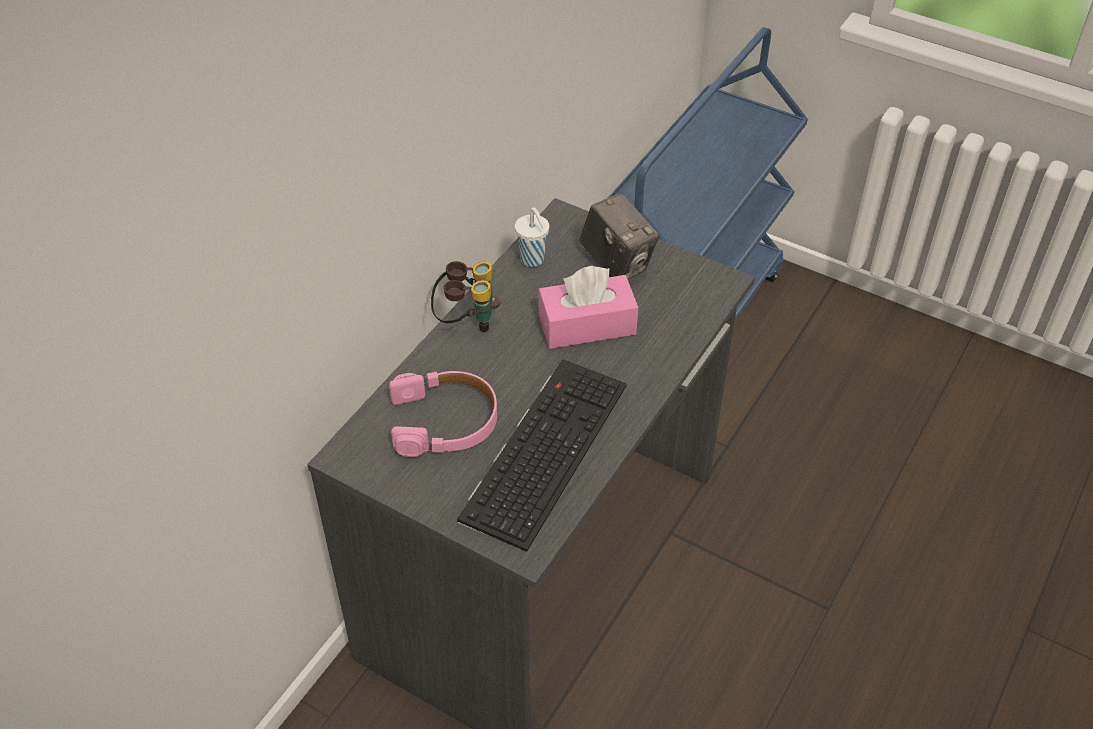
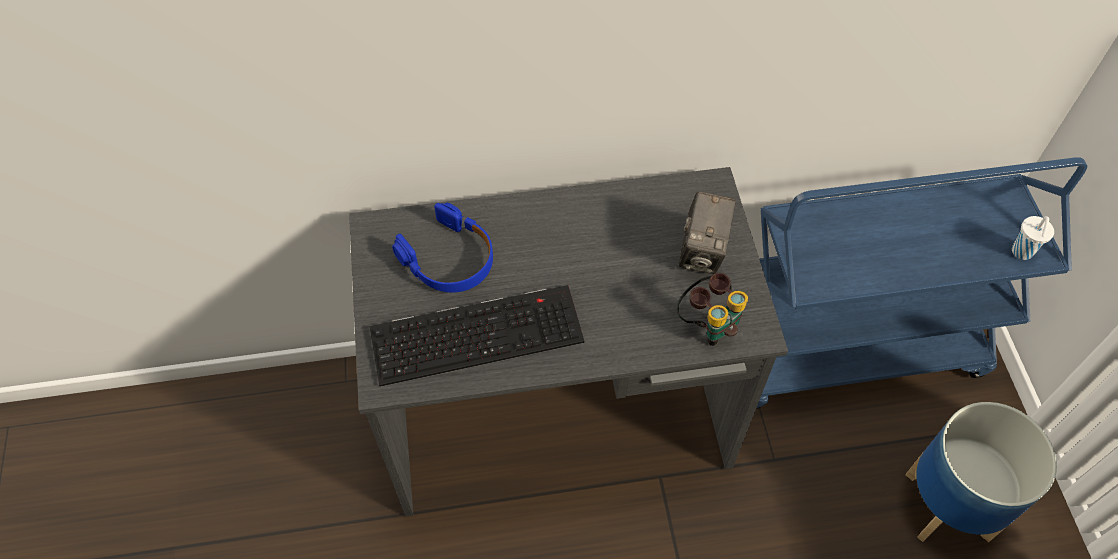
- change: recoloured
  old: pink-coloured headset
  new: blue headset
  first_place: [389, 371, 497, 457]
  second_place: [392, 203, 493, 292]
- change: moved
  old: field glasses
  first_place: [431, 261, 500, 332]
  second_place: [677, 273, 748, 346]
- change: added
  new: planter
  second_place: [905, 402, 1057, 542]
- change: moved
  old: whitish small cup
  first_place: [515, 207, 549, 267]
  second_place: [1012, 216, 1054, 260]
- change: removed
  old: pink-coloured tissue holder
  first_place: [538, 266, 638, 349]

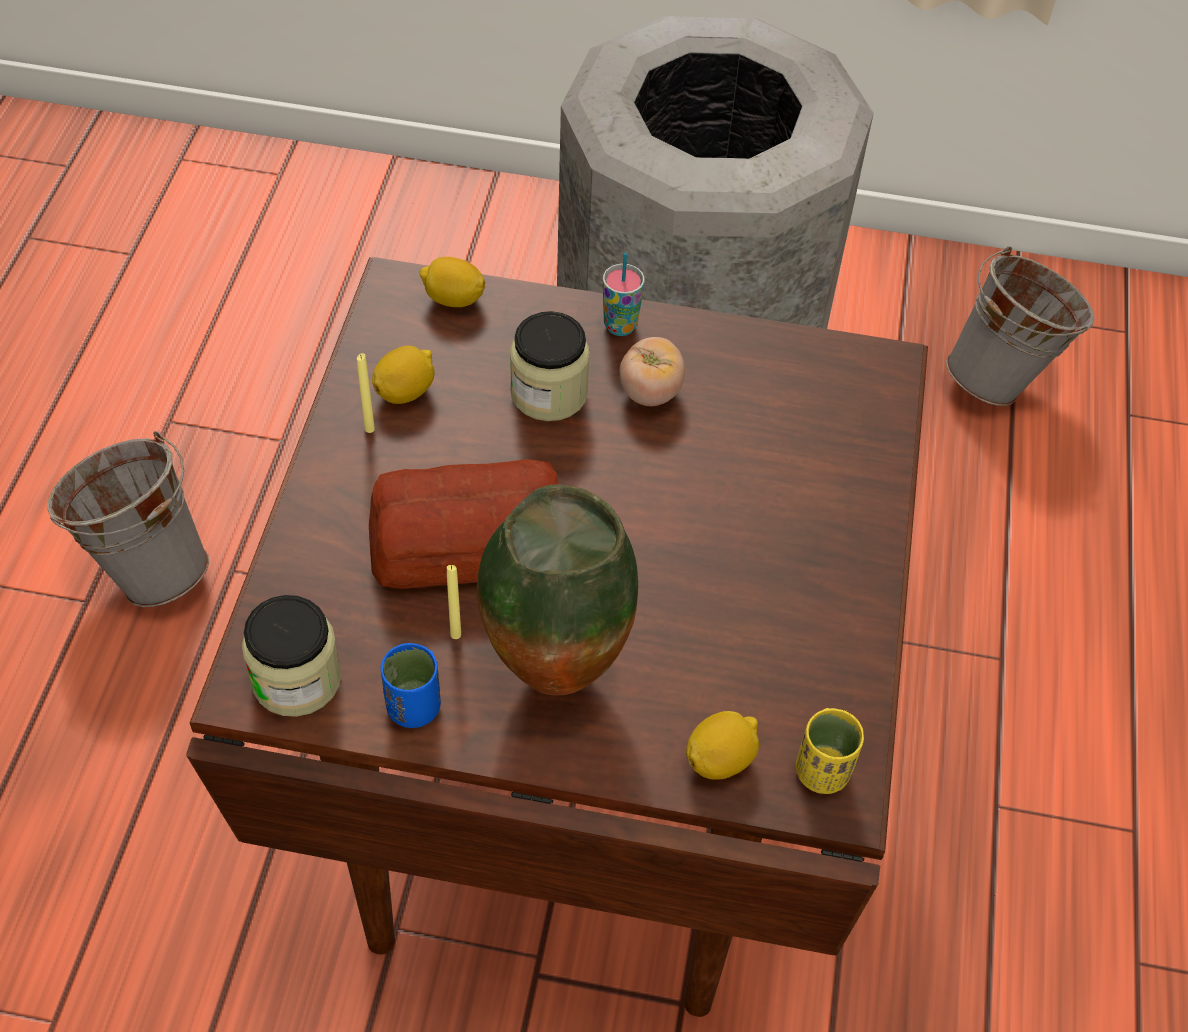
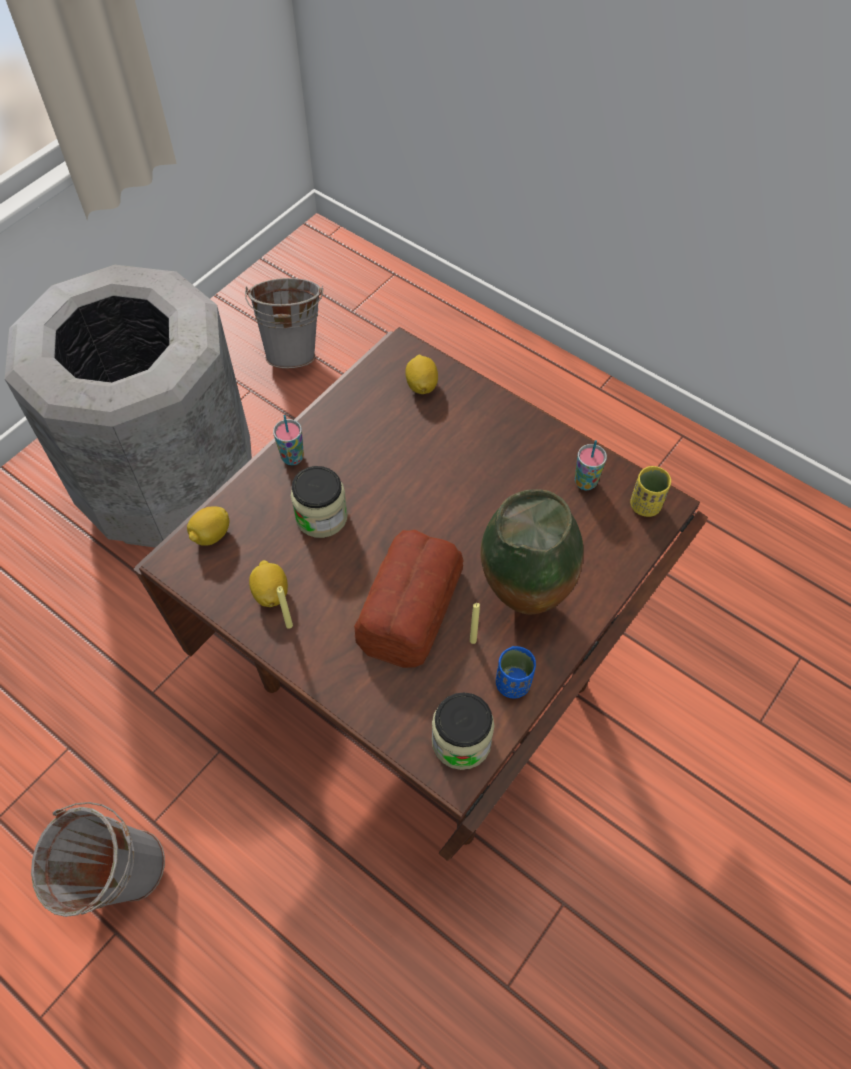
- change: moved
  old: citrus fruit
  first_place: [686, 711, 759, 780]
  second_place: [405, 355, 438, 394]
- change: added
  new: small cup
  second_place: [575, 440, 607, 490]
- change: removed
  old: tomato
  first_place: [619, 337, 685, 406]

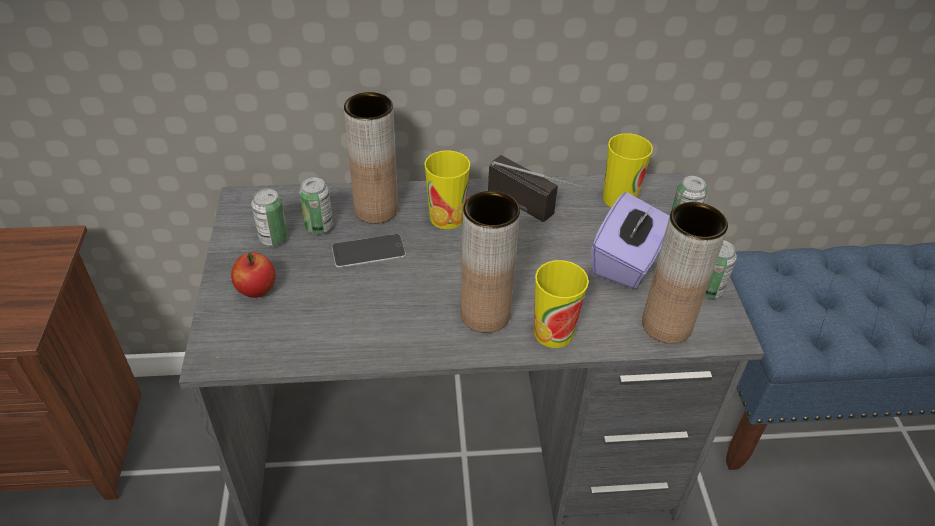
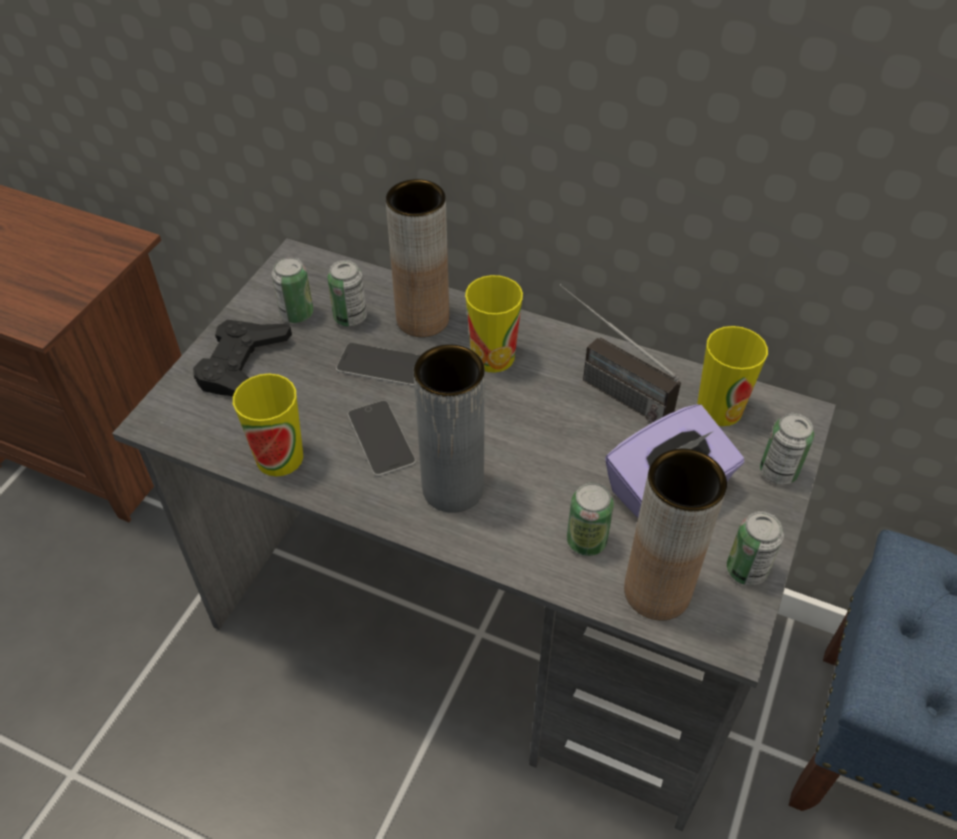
- change: replaced
  old: apple fruit
  new: black game controller
  first_place: [231, 252, 276, 298]
  second_place: [193, 320, 292, 397]
- change: moved
  old: small cup
  first_place: [534, 260, 589, 348]
  second_place: [233, 373, 303, 477]
- change: added
  new: telephone
  second_place: [348, 400, 416, 476]
- change: recoloured
  old: brownish vase
  new: grey vase
  first_place: [461, 191, 520, 333]
  second_place: [413, 345, 485, 513]
- change: turned
  old: radio set
  first_place: [488, 155, 586, 222]
  second_place: [559, 284, 681, 422]
  degrees: 150
- change: added
  new: metal can
  second_place: [567, 482, 614, 556]

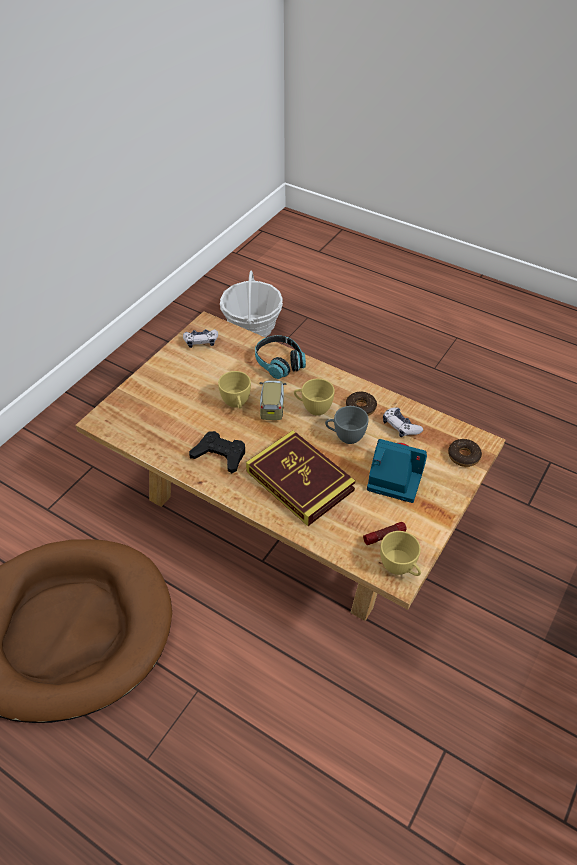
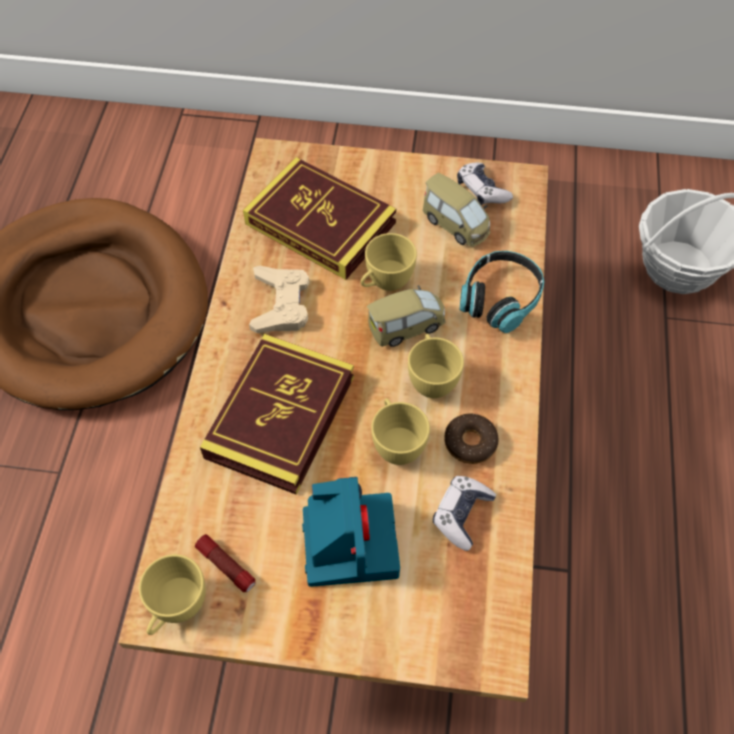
- change: added
  new: volume
  second_place: [243, 157, 396, 280]
- change: recoloured
  old: black game controller
  new: beige-coloured game controller
  first_place: [189, 431, 245, 473]
  second_place: [249, 265, 309, 333]
- change: recoloured
  old: grey small cup
  new: yellow small cup
  first_place: [325, 406, 369, 444]
  second_place: [371, 398, 430, 465]
- change: added
  new: model car
  second_place: [423, 173, 490, 247]
- change: removed
  old: doughnut
  first_place: [448, 439, 482, 467]

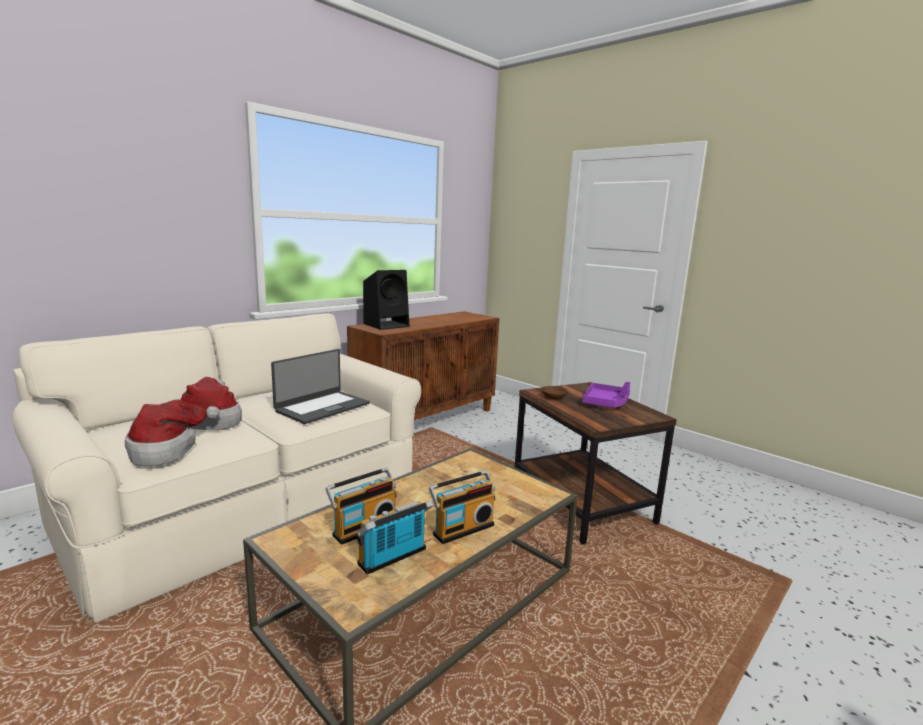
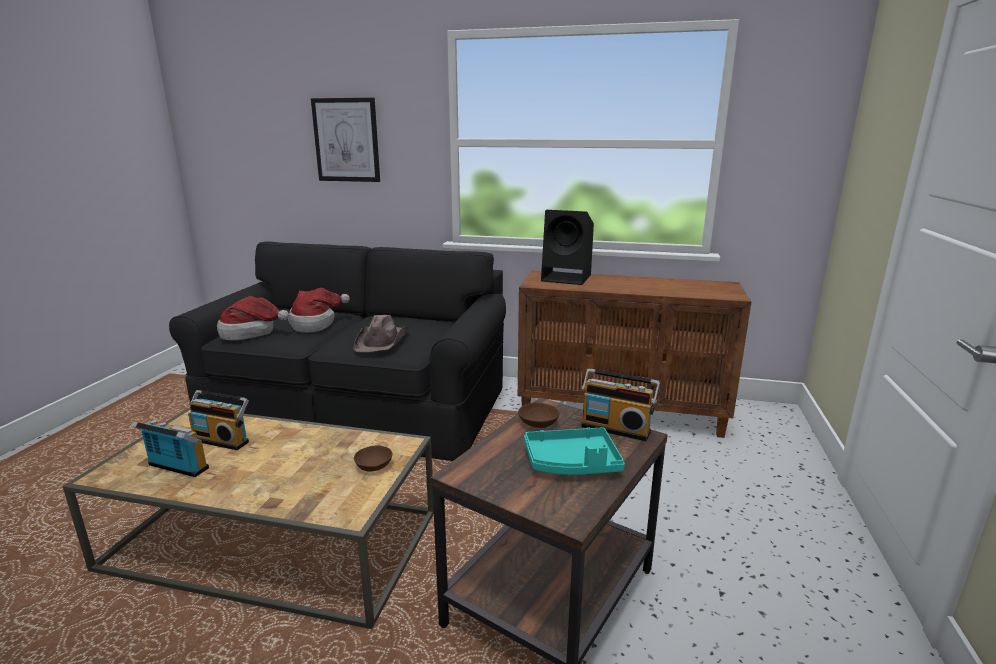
- change: recoloured
  old: beige-coloured settee
  new: black settee
  first_place: [13, 314, 421, 623]
  second_place: [169, 242, 506, 461]
- change: added
  new: wall picture
  second_place: [311, 98, 380, 182]
- change: replaced
  old: portable computer
  new: brownish wearable hat
  first_place: [271, 349, 370, 424]
  second_place: [353, 315, 409, 352]
- change: added
  new: brownish serving bowl
  second_place: [354, 446, 392, 471]
- change: recoloured
  old: purplish carrying tray
  new: blue-green carrying tray
  first_place: [582, 382, 630, 408]
  second_place: [524, 427, 625, 475]
- change: moved
  old: radio set
  first_place: [429, 470, 495, 544]
  second_place: [581, 368, 660, 441]

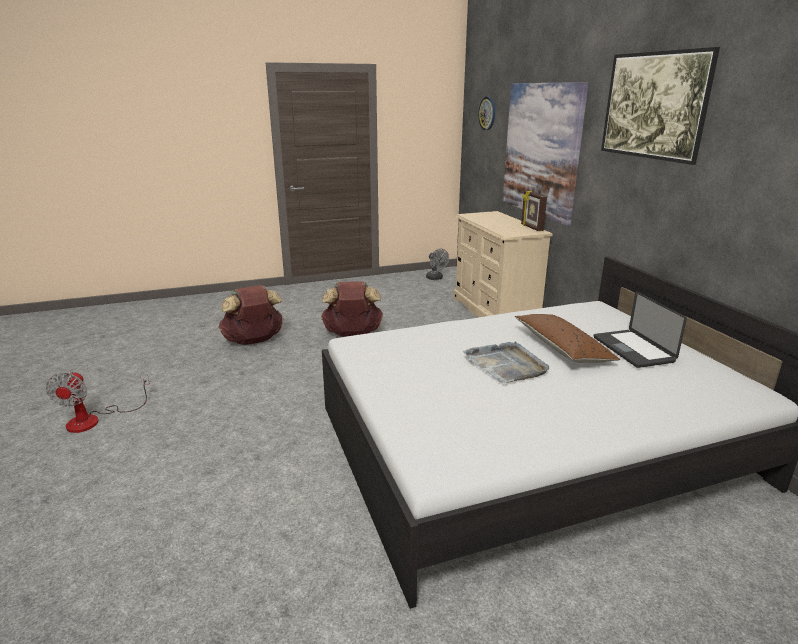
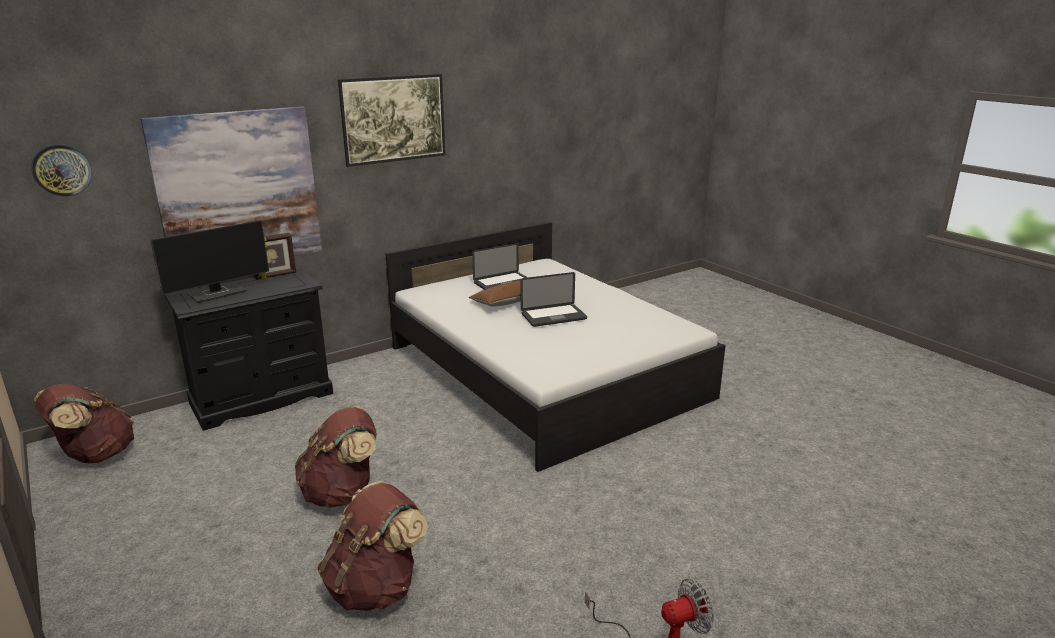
- change: replaced
  old: grey fan
  new: brownish knapsack
  first_place: [426, 249, 449, 280]
  second_place: [34, 384, 134, 463]
- change: added
  new: computer screen
  second_place: [151, 220, 269, 303]
- change: recoloured
  old: beige-coloured dresser
  new: black dresser
  first_place: [453, 211, 553, 318]
  second_place: [165, 268, 333, 431]
- change: replaced
  old: grey carrying tray
  new: portable computer
  first_place: [463, 341, 549, 383]
  second_place: [521, 272, 587, 327]

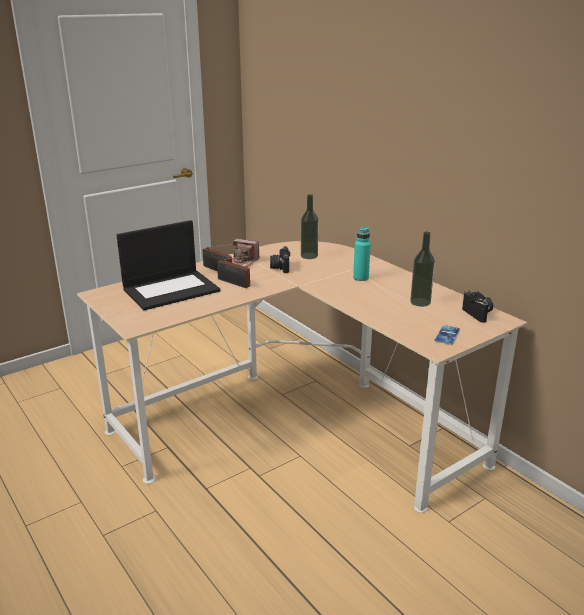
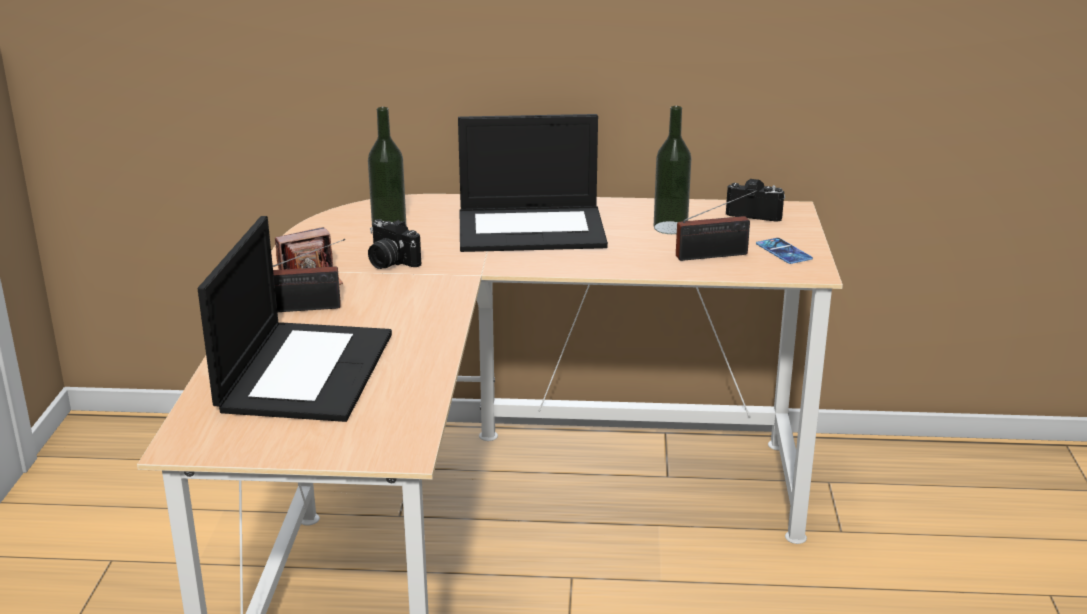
- change: replaced
  old: blue-green drink bottle
  new: portable computer
  first_place: [353, 227, 371, 281]
  second_place: [458, 114, 608, 252]
- change: moved
  old: radio set
  first_place: [217, 256, 250, 288]
  second_place: [676, 190, 757, 261]

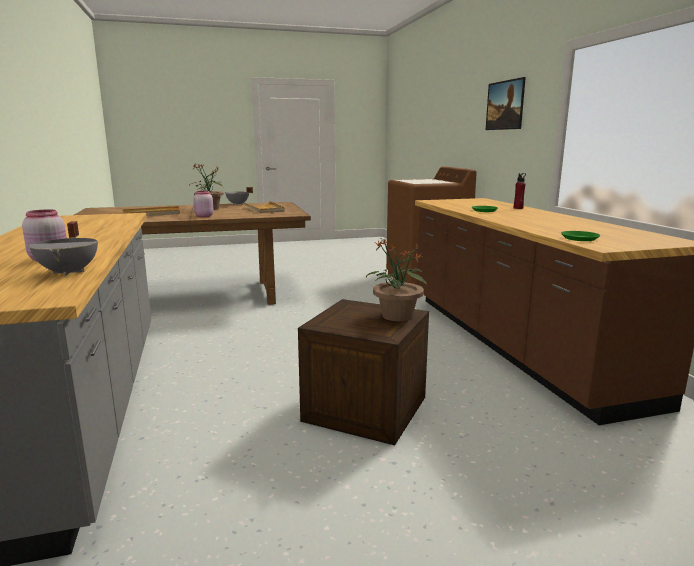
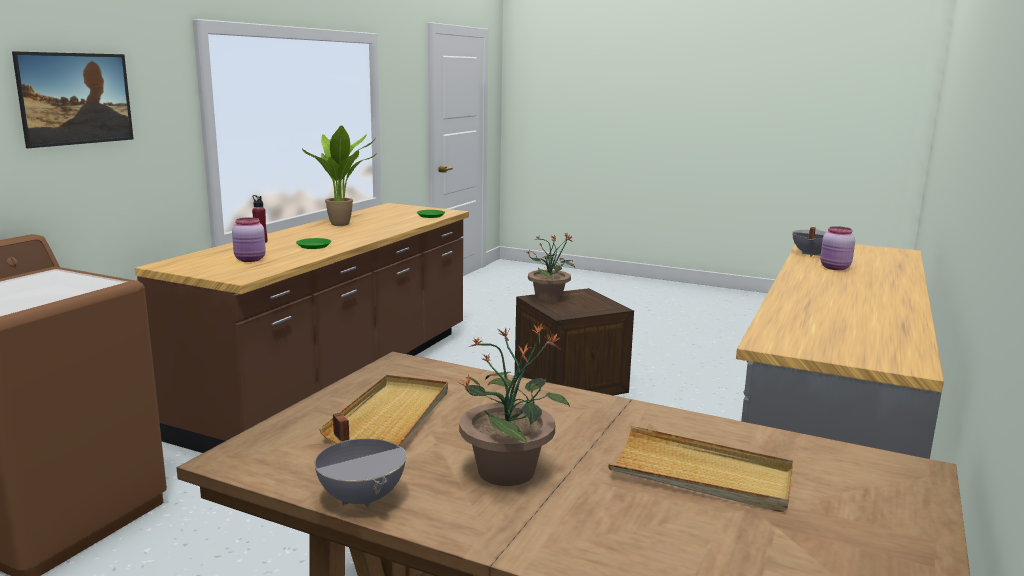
- change: moved
  old: pink-coloured storage jar
  first_place: [193, 191, 214, 217]
  second_place: [232, 217, 266, 262]
- change: added
  new: plant in a pot
  second_place: [302, 125, 377, 226]

